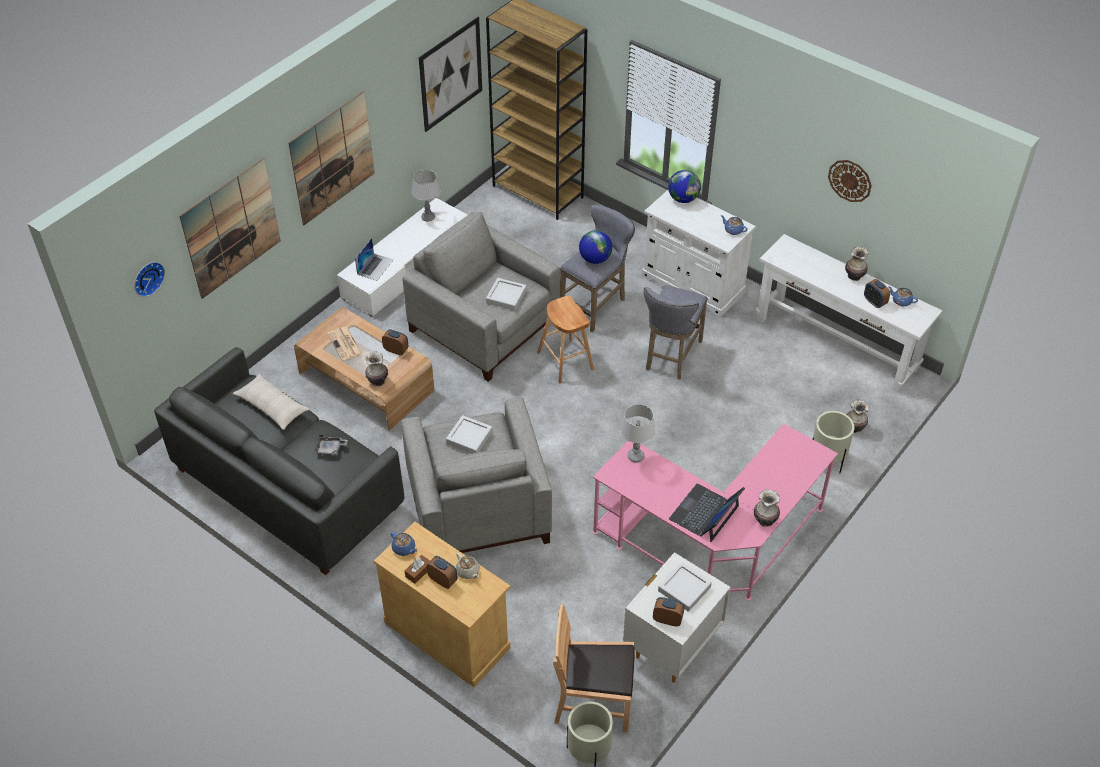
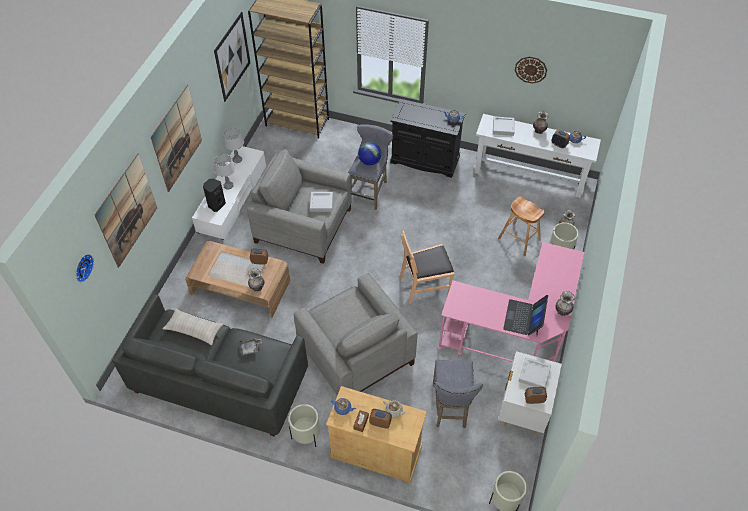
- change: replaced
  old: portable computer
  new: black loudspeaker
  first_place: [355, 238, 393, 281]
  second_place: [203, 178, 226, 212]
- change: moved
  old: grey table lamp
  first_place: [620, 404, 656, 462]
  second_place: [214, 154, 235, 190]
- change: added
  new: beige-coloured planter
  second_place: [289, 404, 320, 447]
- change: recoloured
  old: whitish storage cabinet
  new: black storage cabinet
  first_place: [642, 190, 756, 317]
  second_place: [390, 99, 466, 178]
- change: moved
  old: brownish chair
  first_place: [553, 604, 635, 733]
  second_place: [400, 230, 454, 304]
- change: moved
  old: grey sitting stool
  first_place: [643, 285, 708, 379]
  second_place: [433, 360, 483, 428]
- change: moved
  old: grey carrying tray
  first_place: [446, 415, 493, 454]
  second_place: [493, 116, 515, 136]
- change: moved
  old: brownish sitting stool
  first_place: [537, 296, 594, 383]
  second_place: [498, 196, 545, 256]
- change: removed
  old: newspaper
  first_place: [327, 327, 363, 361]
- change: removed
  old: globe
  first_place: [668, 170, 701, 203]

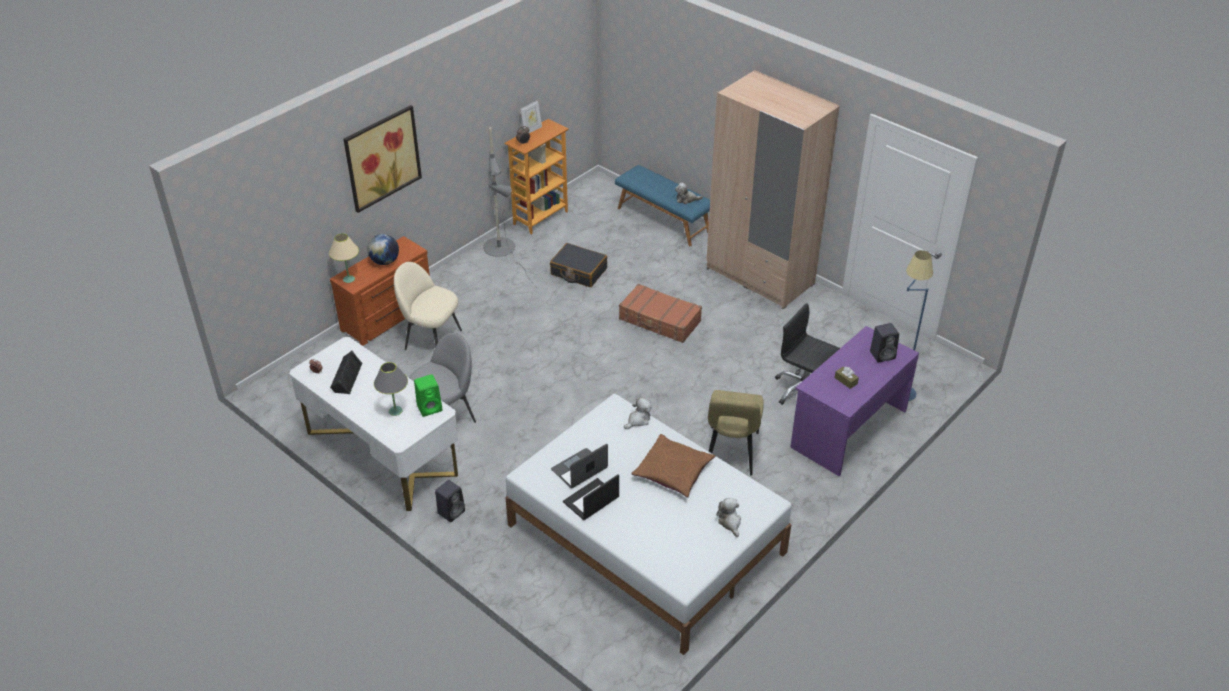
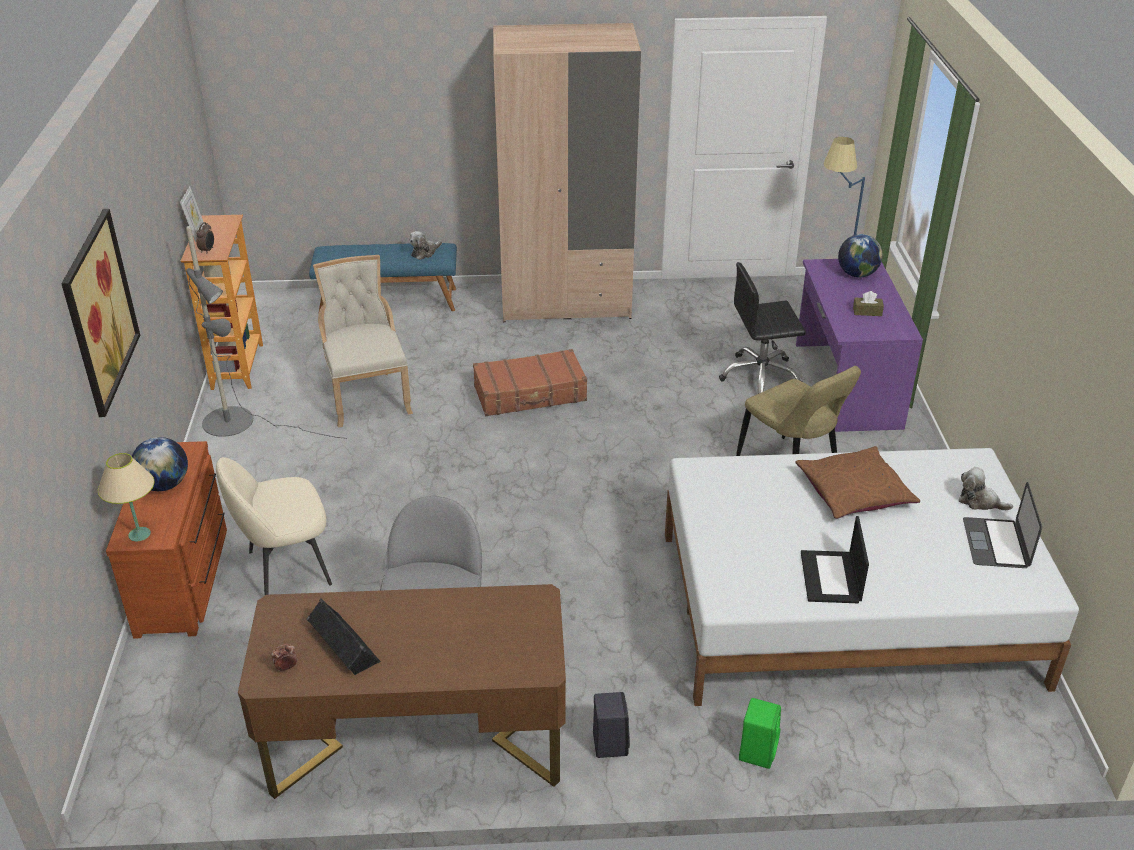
- change: recoloured
  old: whitish desk
  new: brownish desk
  first_place: [289, 337, 458, 511]
  second_place: [238, 584, 566, 799]
- change: replaced
  old: black travel case
  new: beige-coloured chair
  first_place: [550, 243, 607, 287]
  second_place: [313, 255, 413, 427]
- change: moved
  old: green-coloured loudspeaker
  first_place: [414, 374, 443, 417]
  second_place: [739, 698, 781, 769]
- change: replaced
  old: black loudspeaker
  new: globe
  first_place: [870, 323, 899, 362]
  second_place: [838, 234, 883, 277]
- change: moved
  old: portable computer
  first_place: [551, 444, 608, 488]
  second_place: [963, 482, 1042, 568]
- change: removed
  old: grey table lamp
  first_place: [374, 362, 408, 416]
- change: removed
  old: soft toy
  first_place: [624, 397, 652, 429]

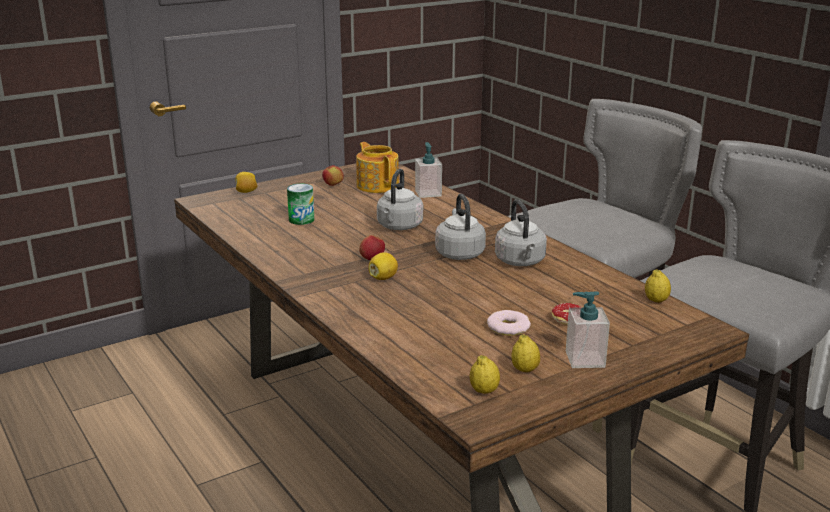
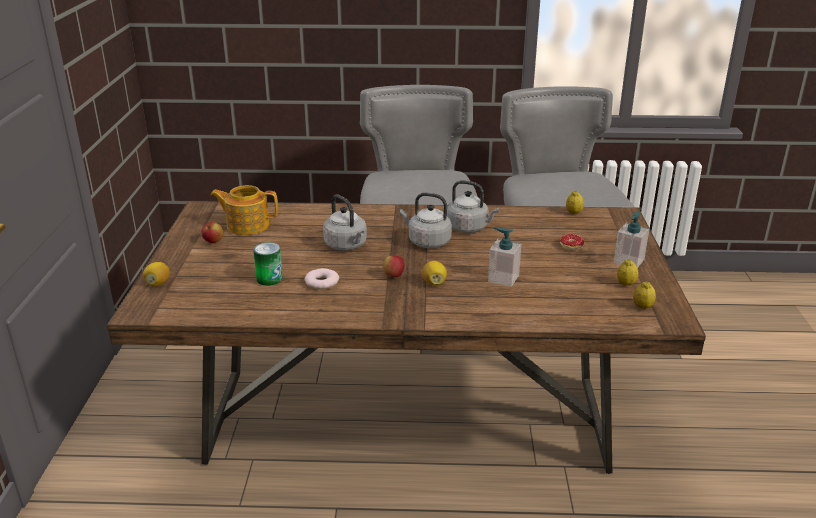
- change: moved
  old: doughnut
  first_place: [487, 310, 531, 336]
  second_place: [304, 268, 339, 290]
- change: moved
  old: soap dispenser
  first_place: [415, 142, 442, 198]
  second_place: [488, 227, 521, 287]

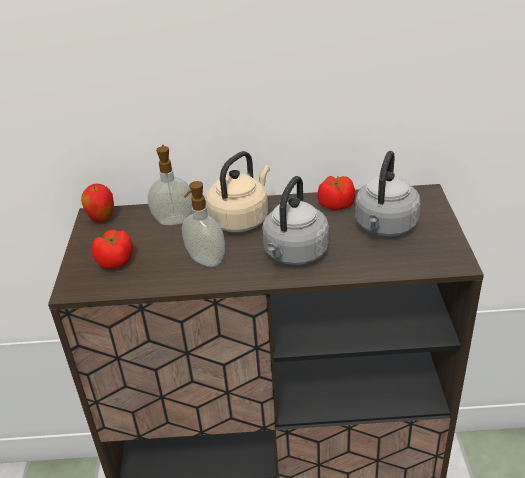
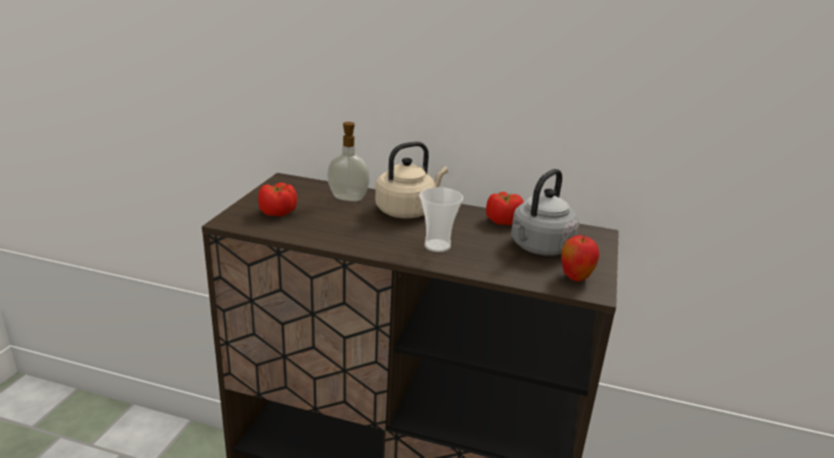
- change: replaced
  old: grey water kettle
  new: small cup
  first_place: [262, 176, 329, 265]
  second_place: [419, 187, 463, 252]
- change: moved
  old: apple fruit
  first_place: [81, 184, 114, 222]
  second_place: [561, 235, 600, 282]
- change: removed
  old: soap dispenser
  first_place: [182, 181, 225, 267]

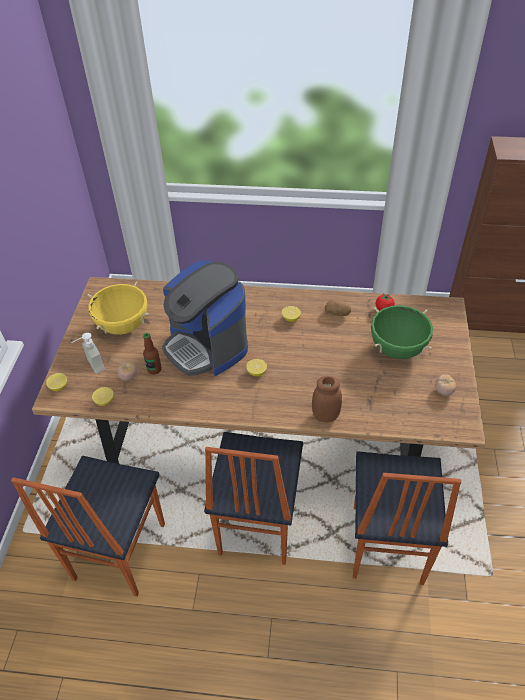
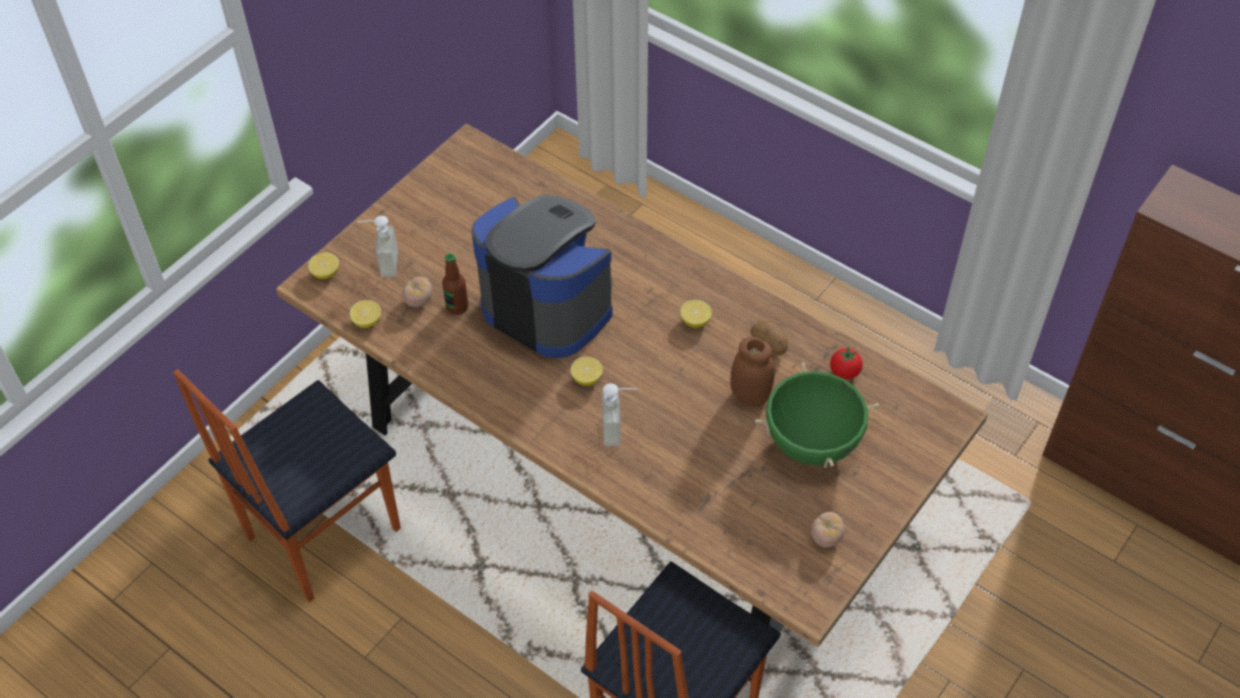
- change: turned
  old: coffee machine
  first_place: [162, 260, 248, 376]
  second_place: [471, 194, 613, 358]
  degrees: 135
- change: added
  new: soap dispenser
  second_place: [602, 383, 637, 446]
- change: moved
  old: brownish storage jar
  first_place: [312, 376, 342, 423]
  second_place: [730, 337, 775, 407]
- change: removed
  old: yellow saucepot
  first_place: [87, 282, 149, 335]
- change: removed
  old: chair
  first_place: [204, 432, 303, 565]

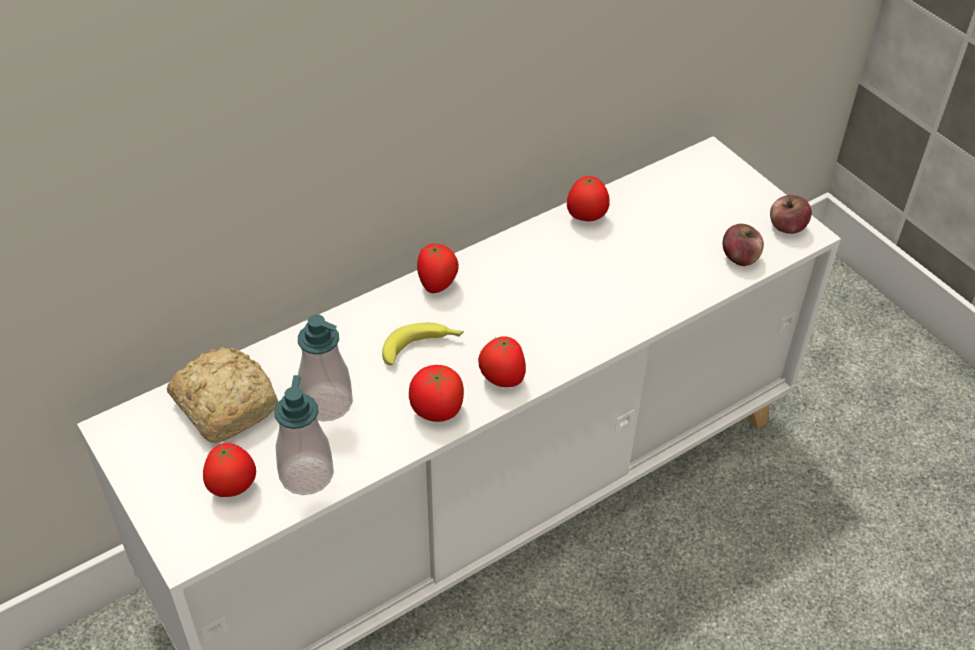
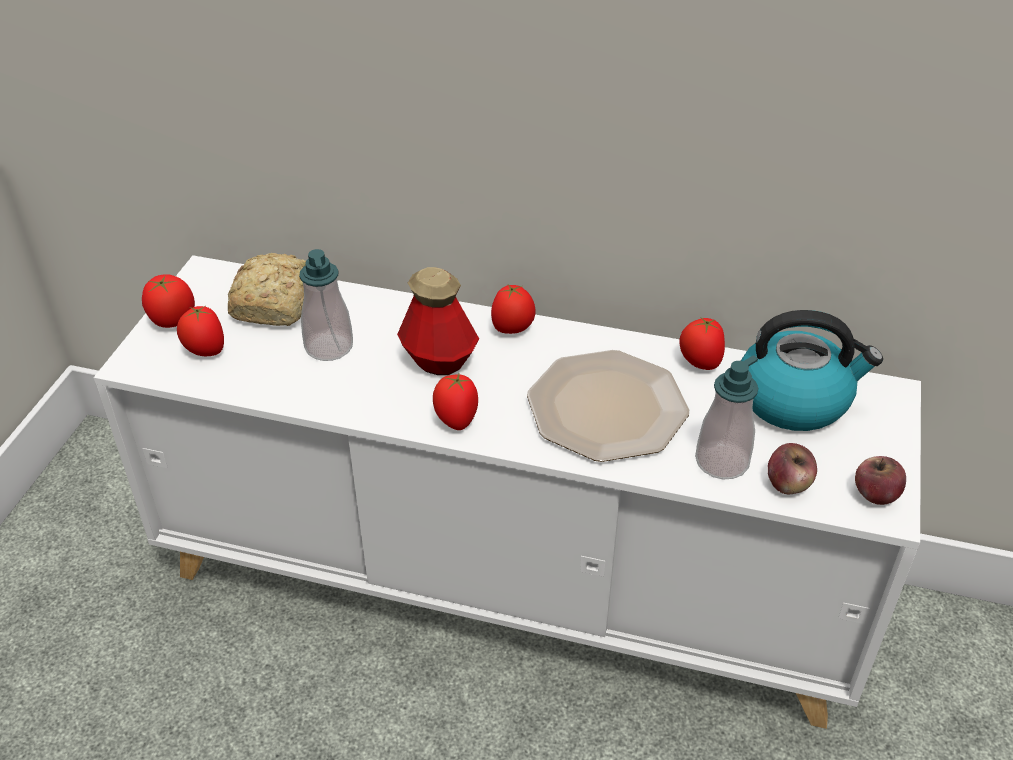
- change: moved
  old: tomato
  first_place: [409, 365, 464, 422]
  second_place: [142, 274, 195, 328]
- change: replaced
  old: banana fruit
  new: drink bottle
  first_place: [382, 323, 464, 365]
  second_place: [397, 267, 479, 375]
- change: added
  new: plate
  second_place: [527, 350, 689, 462]
- change: moved
  old: soap dispenser
  first_place: [274, 375, 334, 495]
  second_place: [695, 355, 758, 479]
- change: added
  new: water kettle
  second_place: [741, 310, 883, 431]

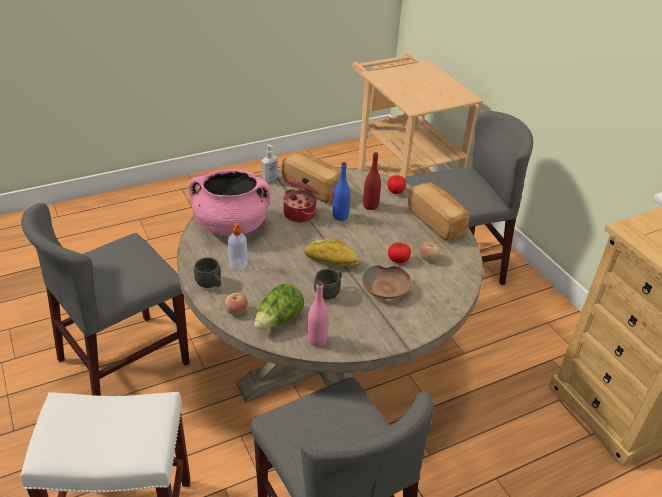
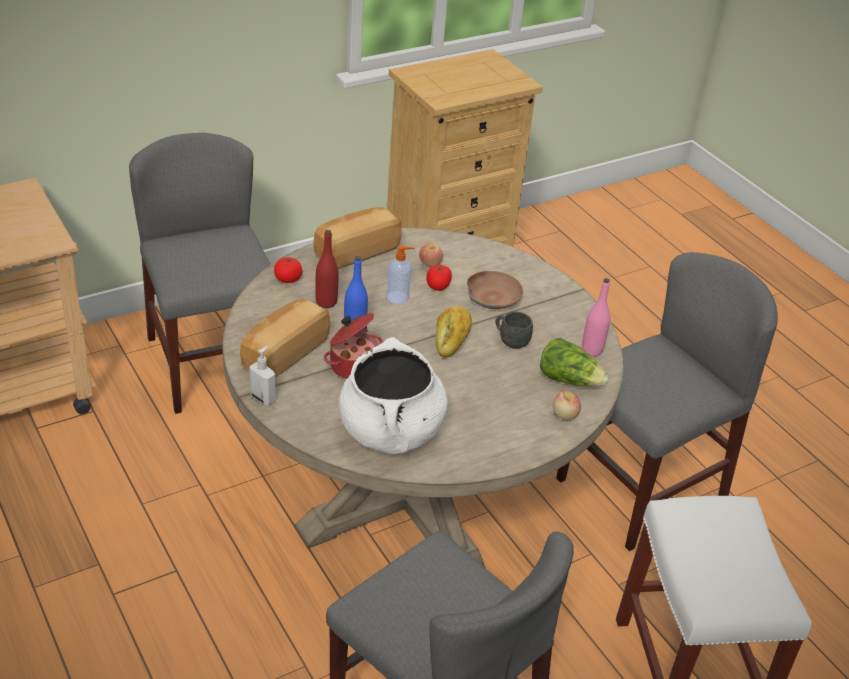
- change: recoloured
  old: pink-coloured saucepot
  new: whitish saucepot
  first_place: [189, 169, 271, 236]
  second_place: [338, 337, 448, 454]
- change: moved
  old: soap dispenser
  first_place: [228, 222, 248, 270]
  second_place: [387, 245, 415, 304]
- change: removed
  old: grey mug
  first_place: [194, 257, 221, 288]

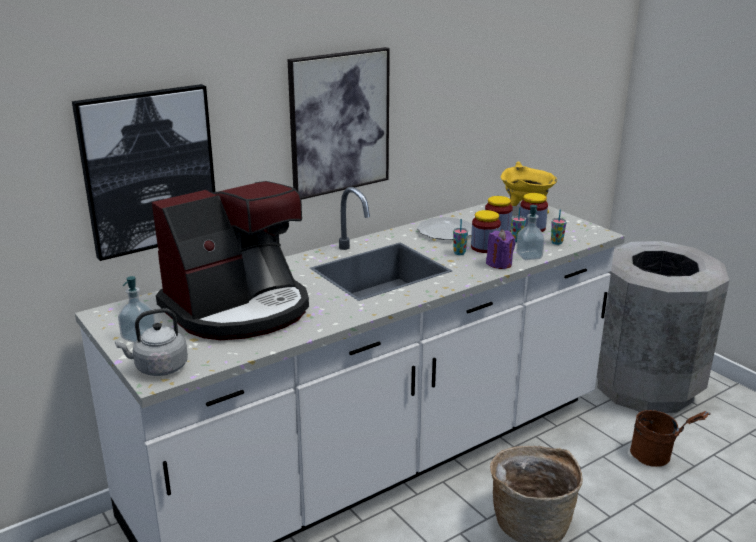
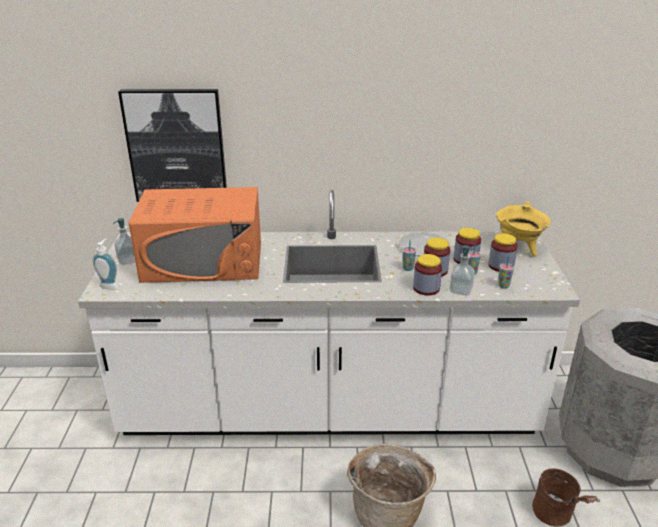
- change: replaced
  old: grey water kettle
  new: soap dispenser
  first_place: [115, 308, 188, 376]
  second_place: [93, 239, 119, 290]
- change: replaced
  old: coffee machine
  new: orangey kitchen microwave
  first_place: [152, 181, 309, 340]
  second_place: [129, 187, 261, 283]
- change: replaced
  old: purplish candle
  new: storage jar
  first_place: [486, 230, 515, 269]
  second_place: [413, 254, 442, 295]
- change: removed
  old: wall picture
  first_place: [287, 47, 390, 200]

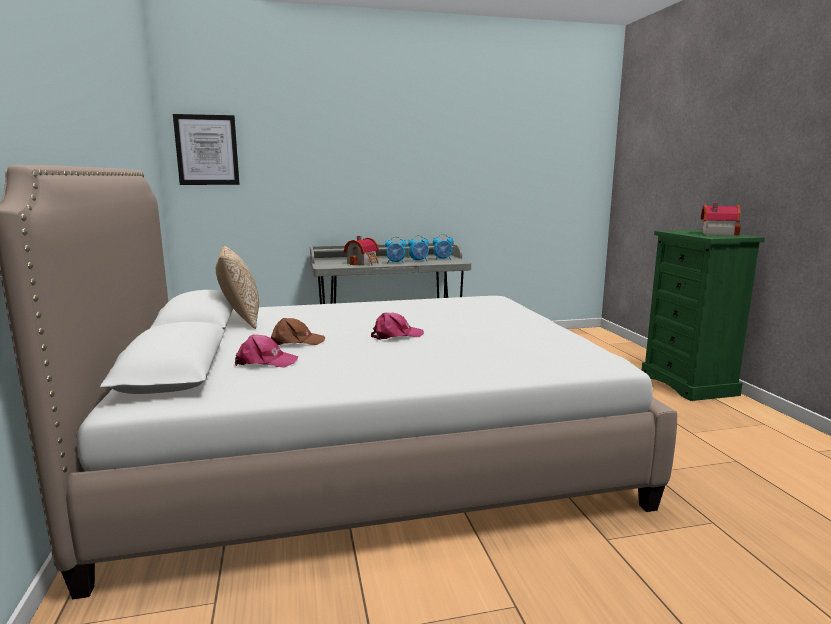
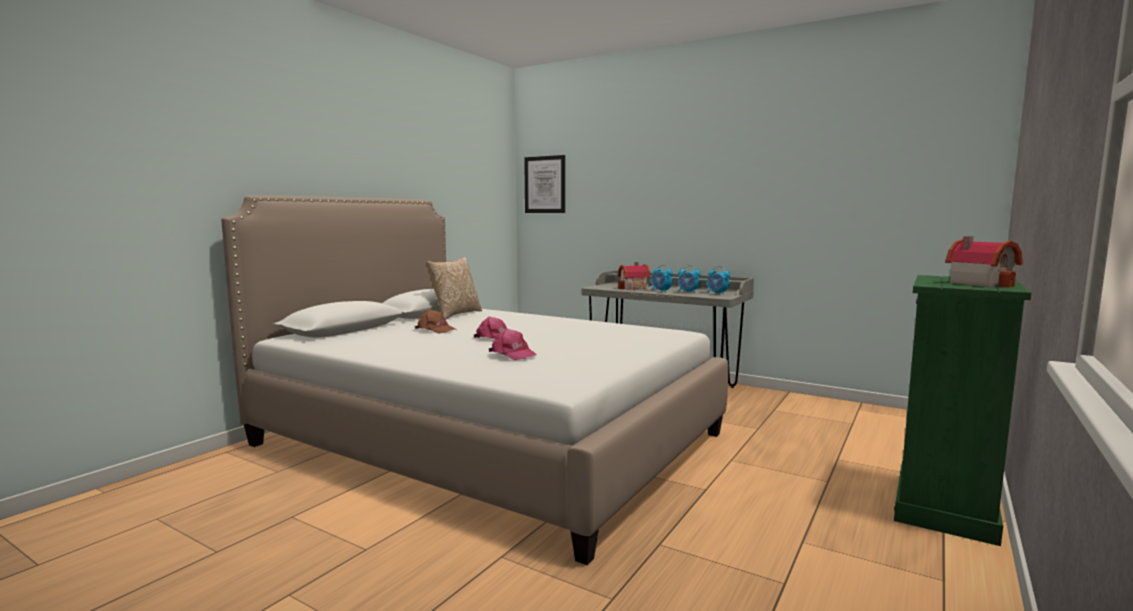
- change: moved
  old: pink-coloured cap
  first_place: [234, 335, 299, 368]
  second_place: [489, 329, 538, 360]

